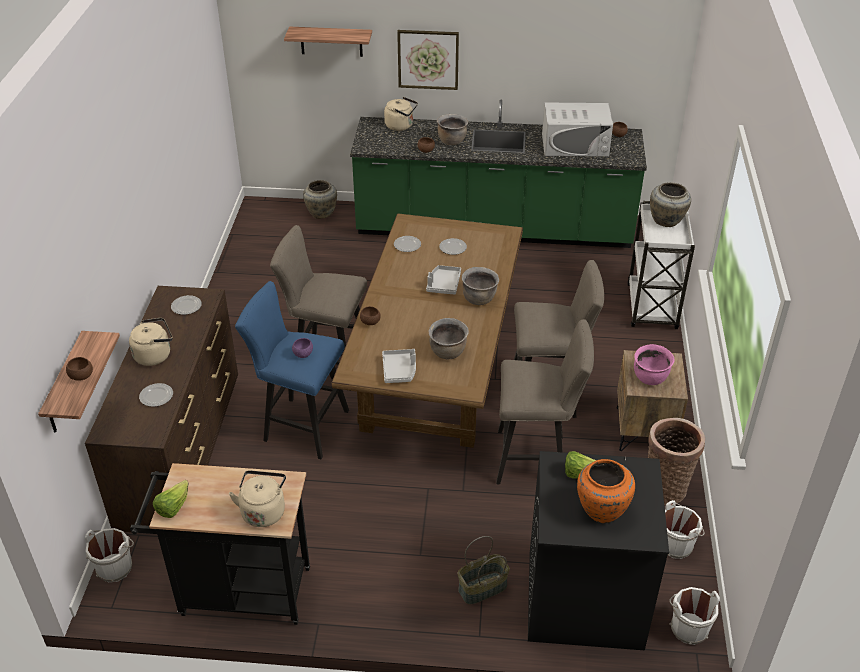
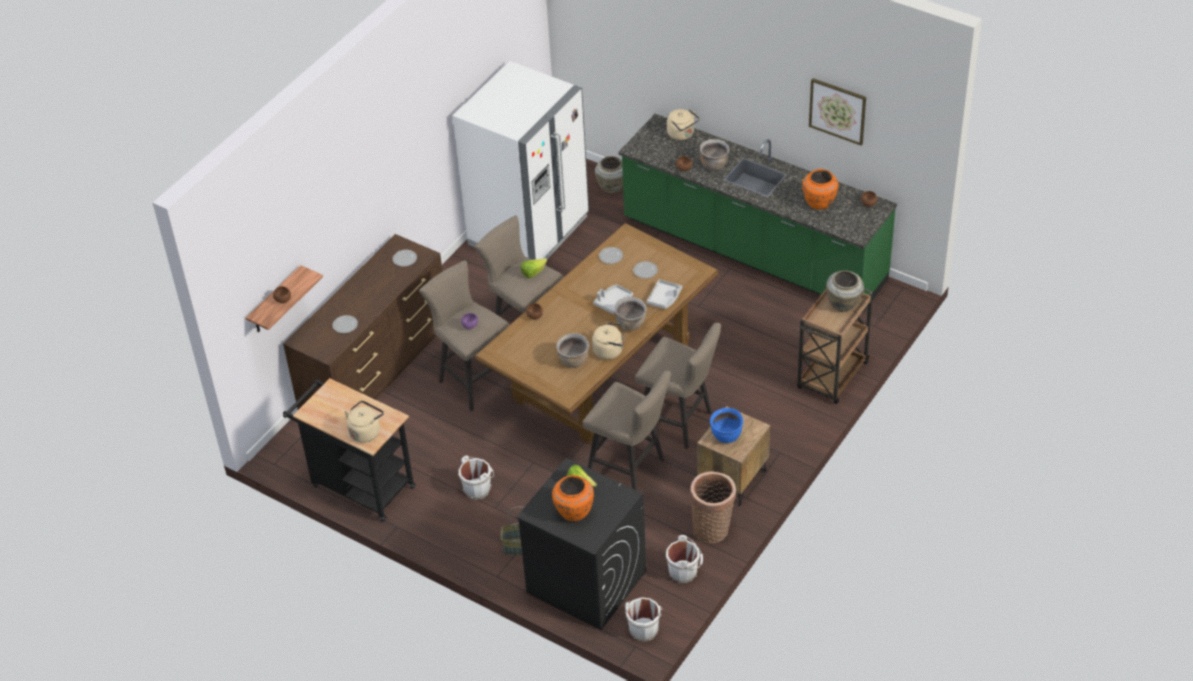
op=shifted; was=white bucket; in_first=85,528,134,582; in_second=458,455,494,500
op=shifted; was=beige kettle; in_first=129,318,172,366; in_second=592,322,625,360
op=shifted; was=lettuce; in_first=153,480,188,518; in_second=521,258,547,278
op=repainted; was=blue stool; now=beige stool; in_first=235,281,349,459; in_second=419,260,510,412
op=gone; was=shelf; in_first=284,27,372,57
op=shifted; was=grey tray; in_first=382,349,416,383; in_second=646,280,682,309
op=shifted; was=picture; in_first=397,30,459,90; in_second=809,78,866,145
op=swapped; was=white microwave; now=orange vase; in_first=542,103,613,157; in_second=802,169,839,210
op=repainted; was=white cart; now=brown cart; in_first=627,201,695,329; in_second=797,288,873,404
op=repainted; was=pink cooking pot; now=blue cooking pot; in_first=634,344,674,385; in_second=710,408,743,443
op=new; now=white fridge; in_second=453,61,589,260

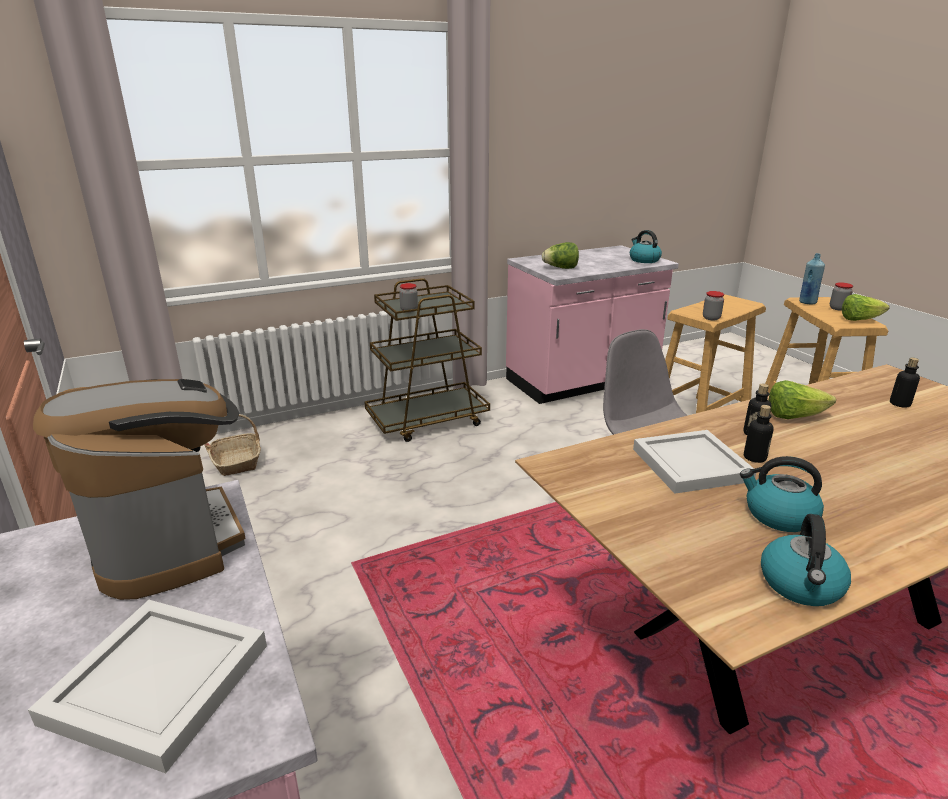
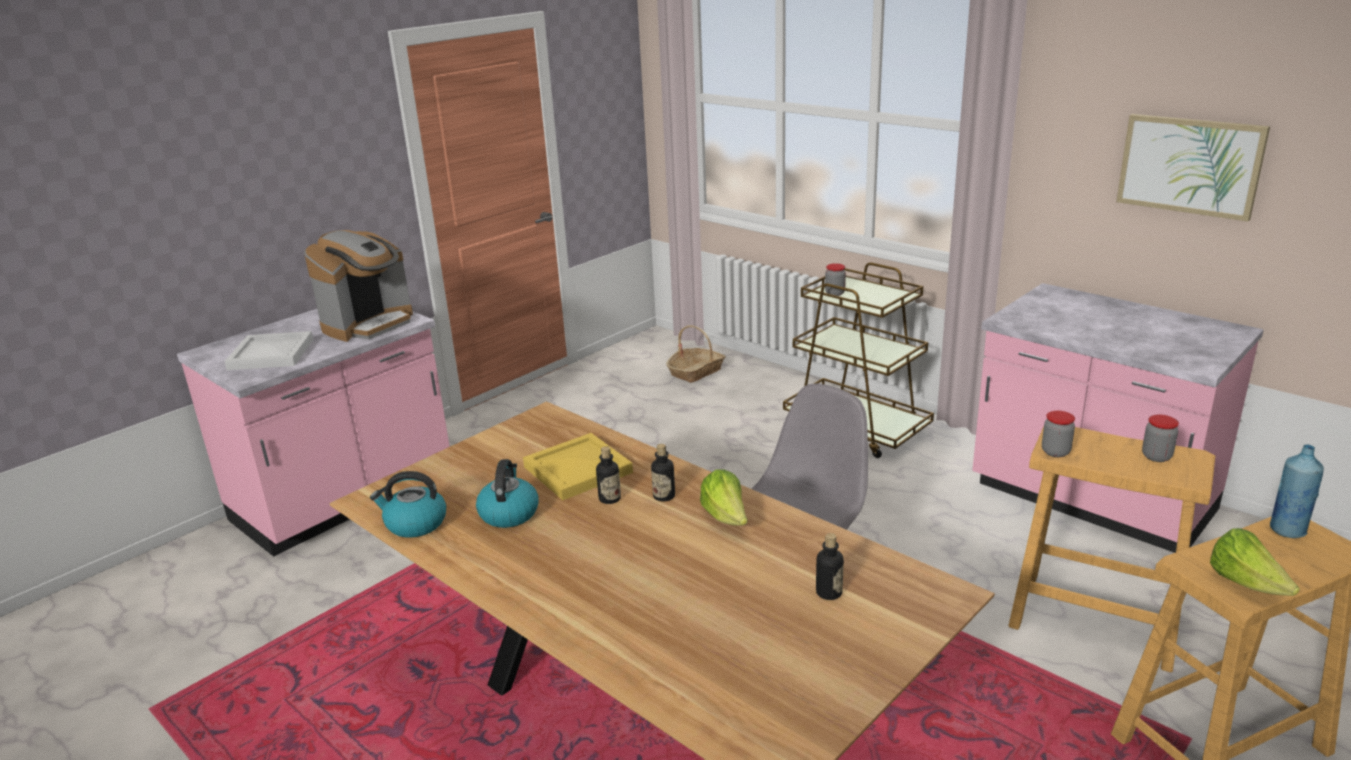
op=gone; was=lettuce; in_first=542,242,579,269
op=gone; was=kettle; in_first=630,230,662,263
op=repainted; was=white tray; now=yellow tray; in_first=633,430,756,494; in_second=523,433,633,500
op=shifted; was=jar; in_first=830,282,853,311; in_second=1142,415,1179,462
op=new; now=picture; in_second=1116,114,1270,221

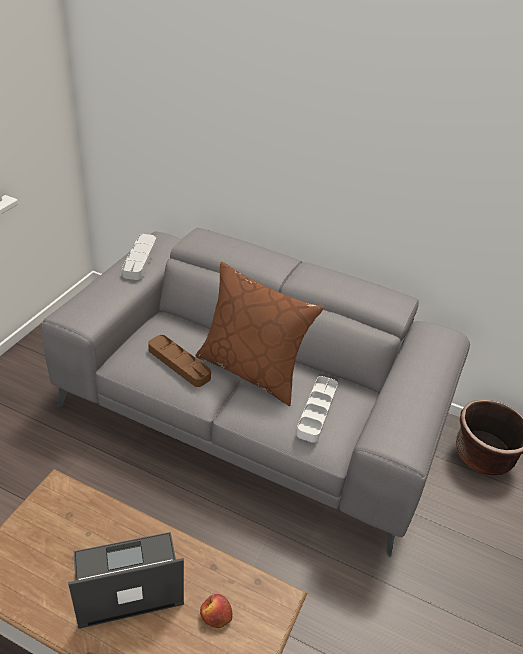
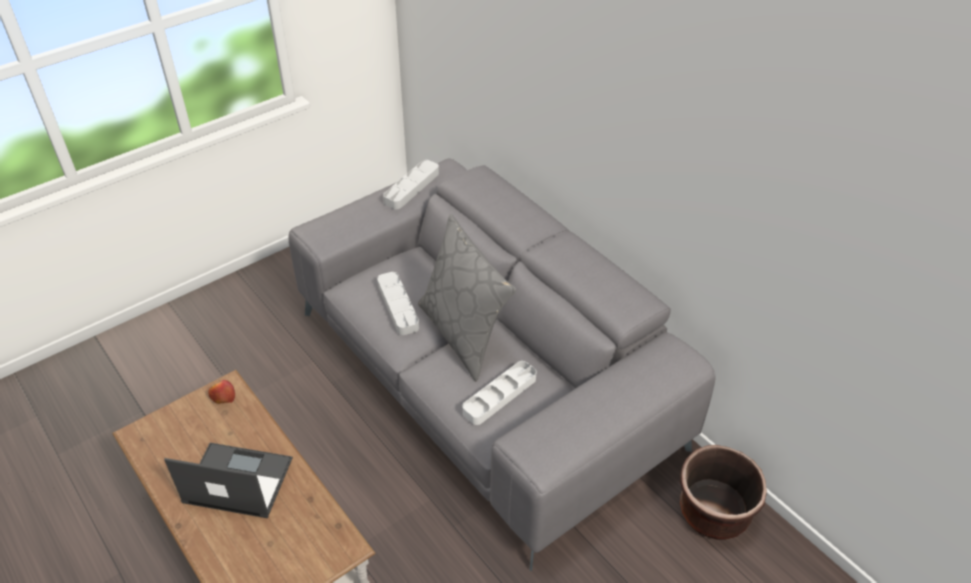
op=repainted; was=brown tray; now=grey tray; in_first=148,335,211,387; in_second=377,272,419,335
op=repainted; was=brown pillow; now=grey pillow; in_first=196,262,323,406; in_second=418,214,516,381
op=shifted; was=apple; in_first=200,594,232,628; in_second=208,380,235,404

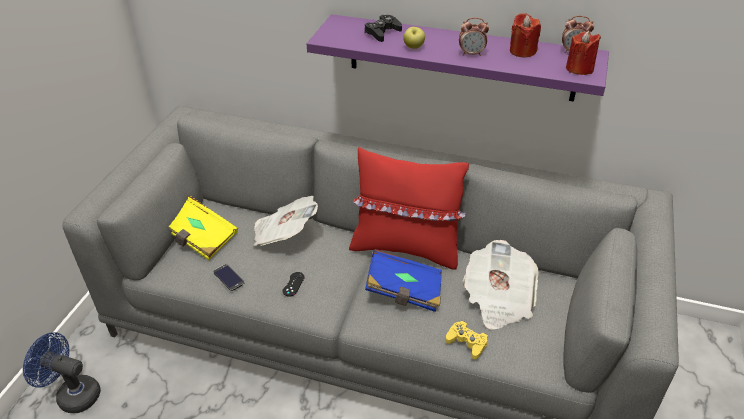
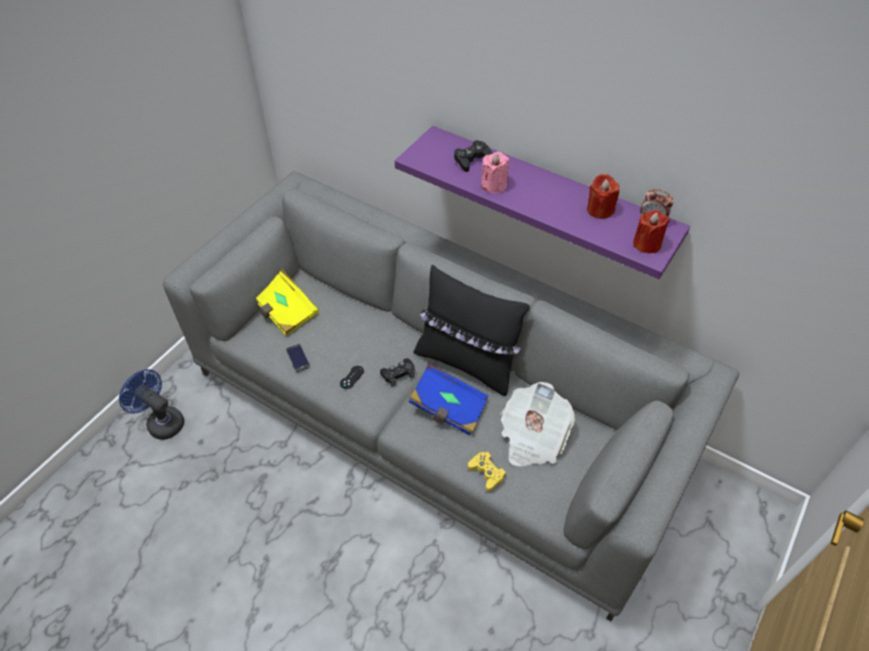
op=gone; was=newspaper; in_first=254,196,318,246
op=repainted; was=red pillow; now=black pillow; in_first=349,147,469,270; in_second=413,265,530,396
op=swapped; was=apple; now=pink candle; in_first=403,27,425,49; in_second=481,152,509,193
op=gone; was=alarm clock; in_first=459,18,489,56
op=new; now=black game controller; in_second=380,358,415,387

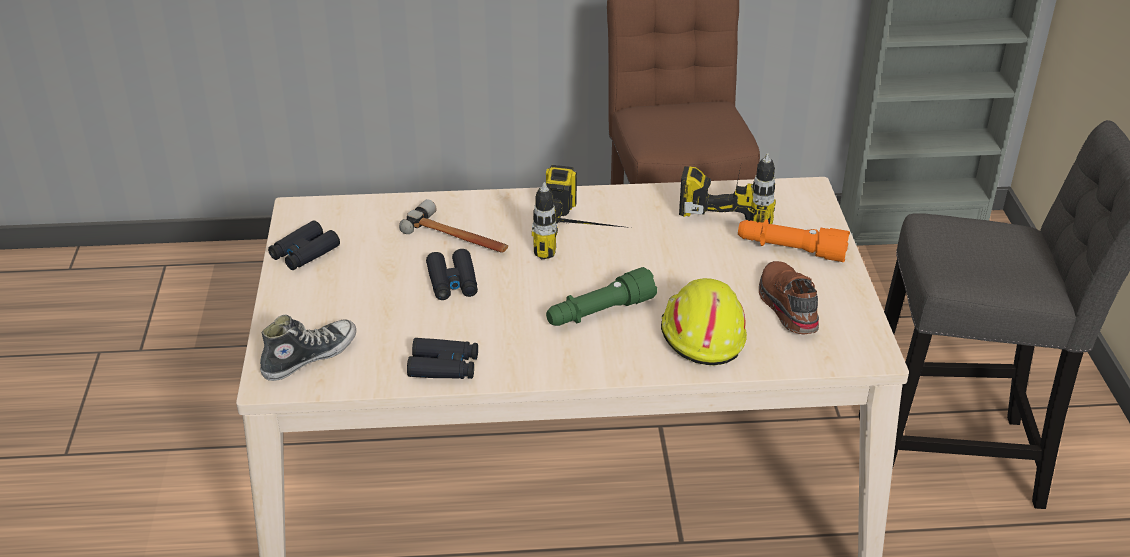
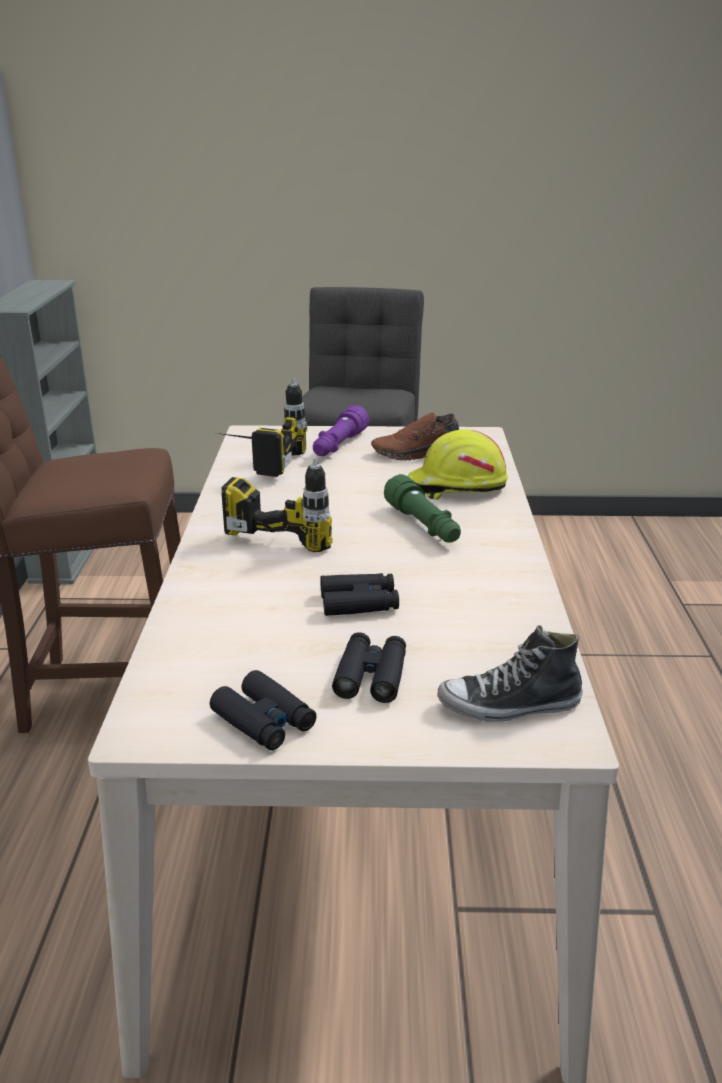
op=rotated; was=shoe; in_first=260,315,356,381; in_second=437,625,583,722; clockwise=-60
op=gone; was=hammer; in_first=399,199,508,253
op=shifted; was=black binoculars; in_first=407,338,478,379; in_second=332,632,406,703
op=repainted; was=orange flashlight; now=purple flashlight; in_first=738,219,850,262; in_second=313,405,369,456

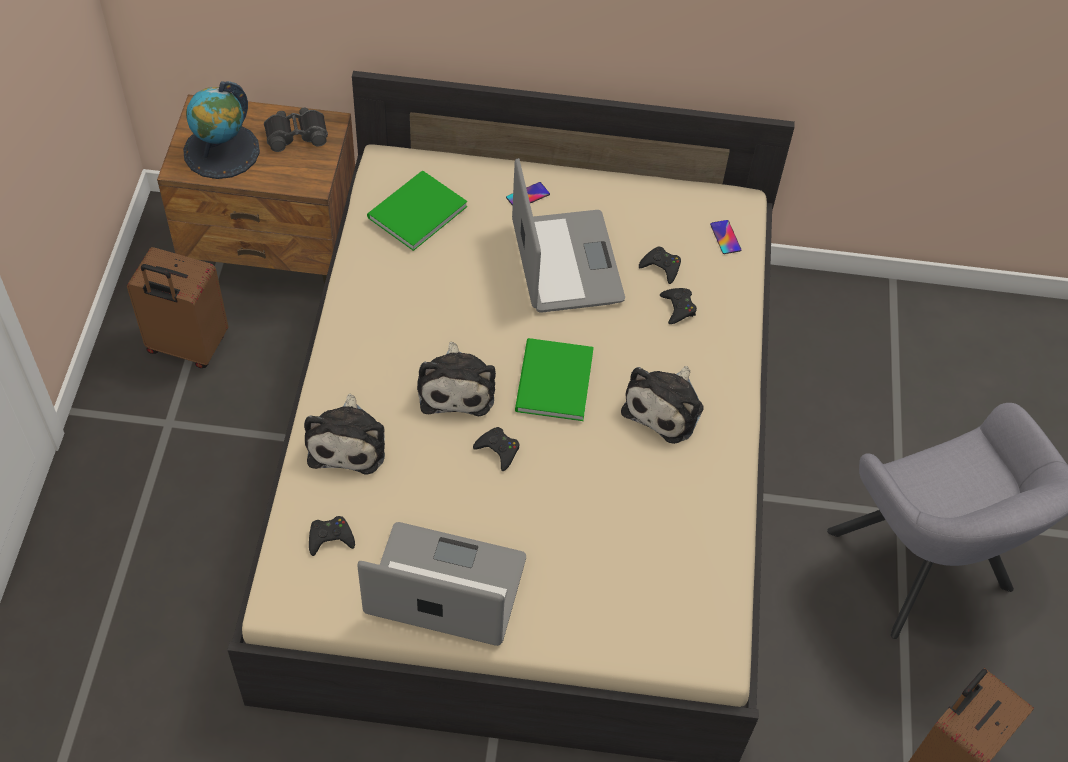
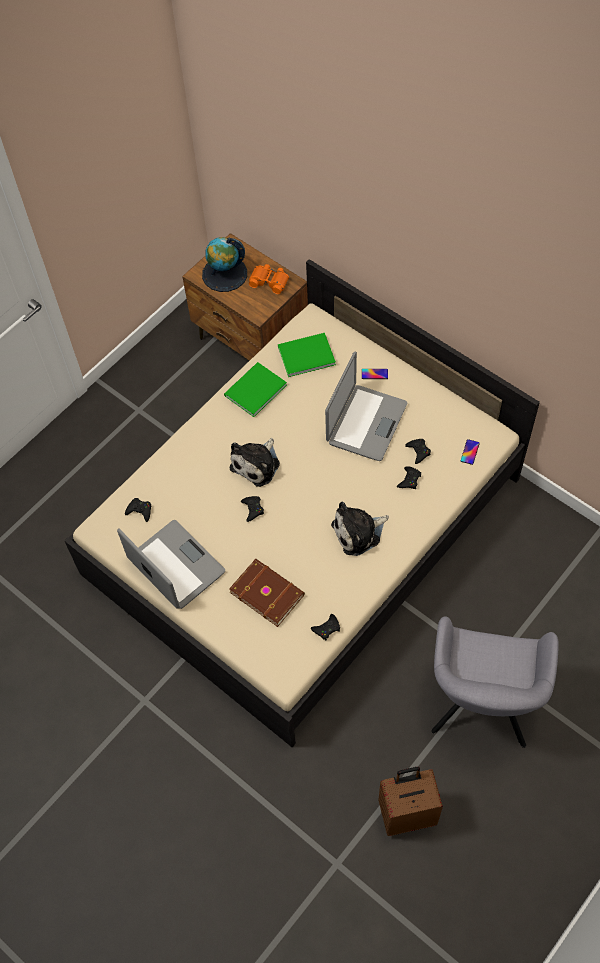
op=gone; was=brown suitcase; in_first=127,247,229,368
op=repainted; was=black binoculars; now=orange binoculars; in_first=264,108,328,152; in_second=249,264,289,294
op=gone; was=plush toy; in_first=304,394,385,475
op=shifted; was=green book; in_first=515,338,594,421; in_second=224,362,287,417
op=new; now=brown book; in_second=229,559,305,627
op=new; now=black game controller; in_second=311,614,340,641

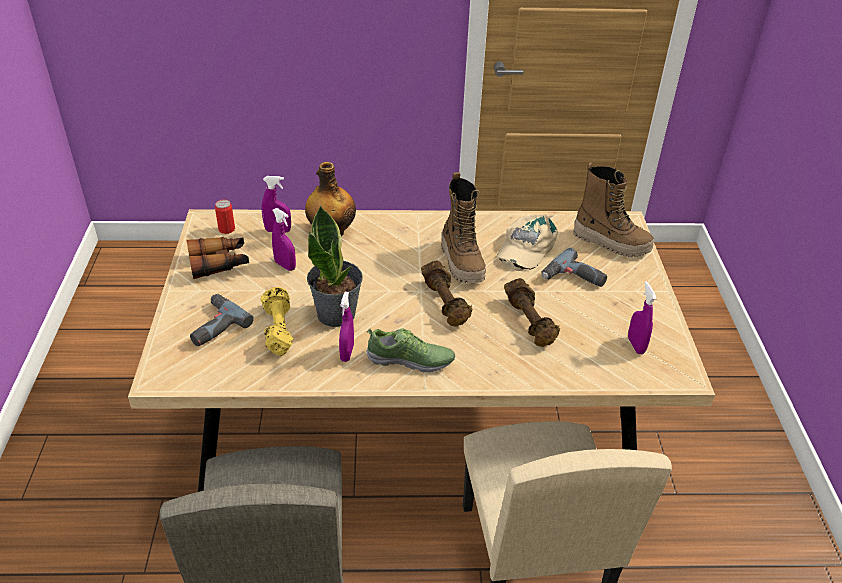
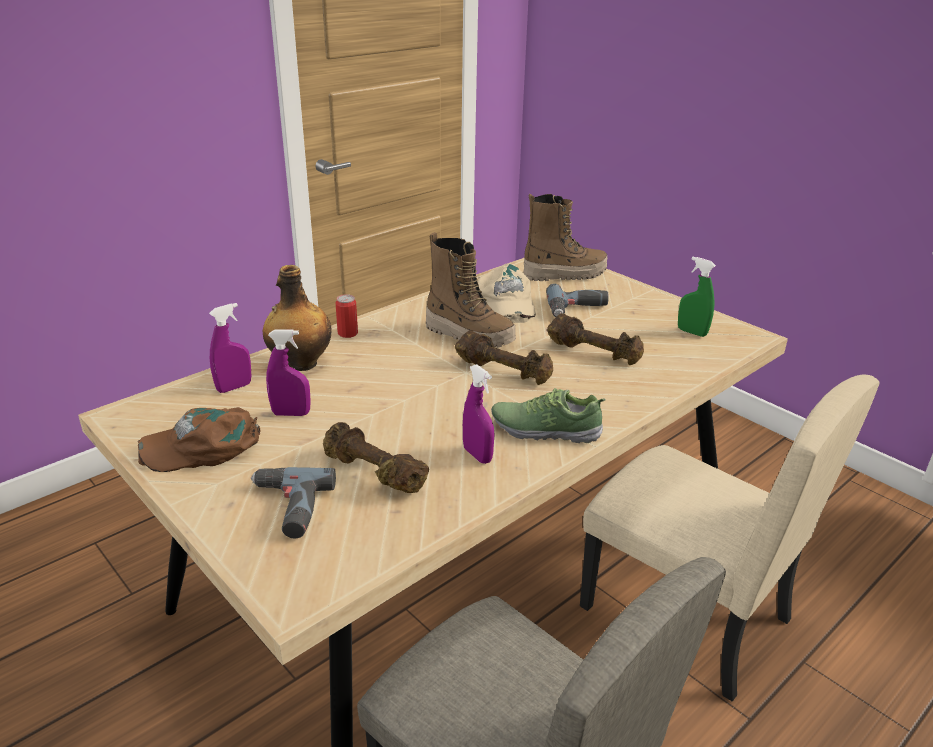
op=swapped; was=binoculars; now=brown cap; in_first=186,237,249,279; in_second=138,407,261,472
op=shifted; was=can; in_first=215,199,235,234; in_second=335,294,358,338
op=repainted; was=yellow dumbbell; now=brown dumbbell; in_first=261,287,293,356; in_second=323,422,429,493
op=gone; was=potted plant; in_first=307,205,363,327
op=rotated; was=shoe; in_first=367,329,455,372; in_second=491,388,606,443; clockwise=-135
op=repainted; was=purple spray bottle; now=green spray bottle; in_first=628,281,657,354; in_second=678,257,716,337

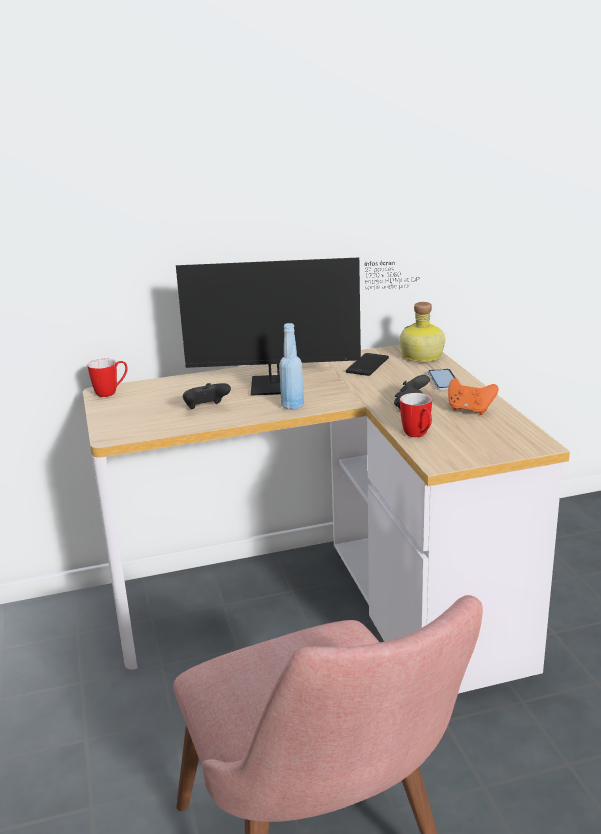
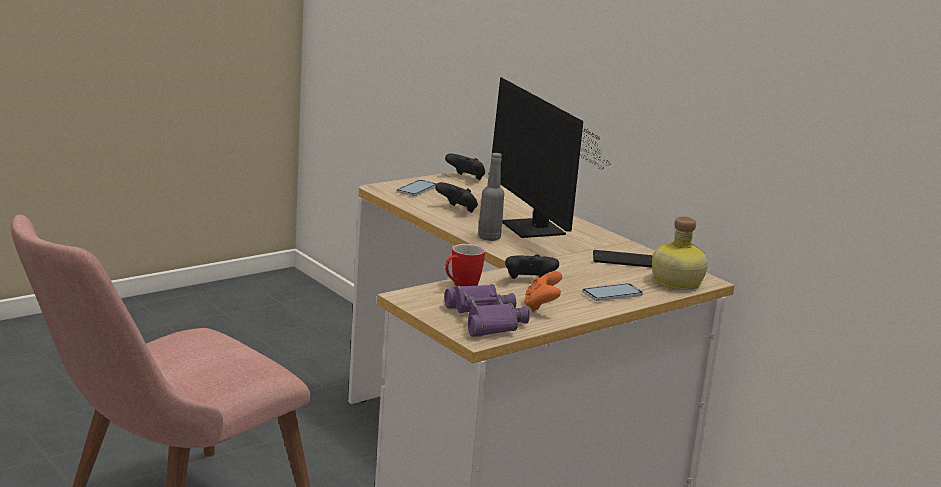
op=swapped; was=mug; now=black game controller; in_first=88,359,128,397; in_second=445,153,485,180
op=repainted; was=blue bottle; now=grey bottle; in_first=280,323,304,410; in_second=478,153,504,241
op=new; now=phone; in_second=396,180,437,196
op=new; now=purple binoculars; in_second=444,284,530,337

